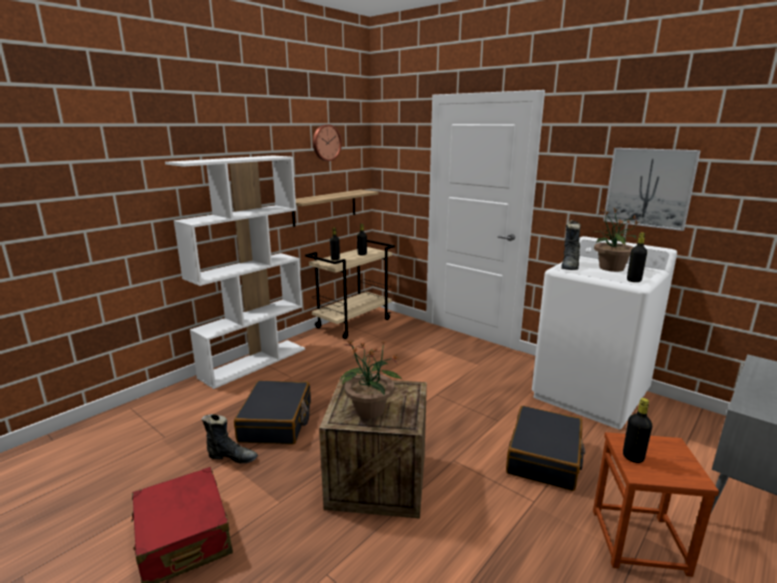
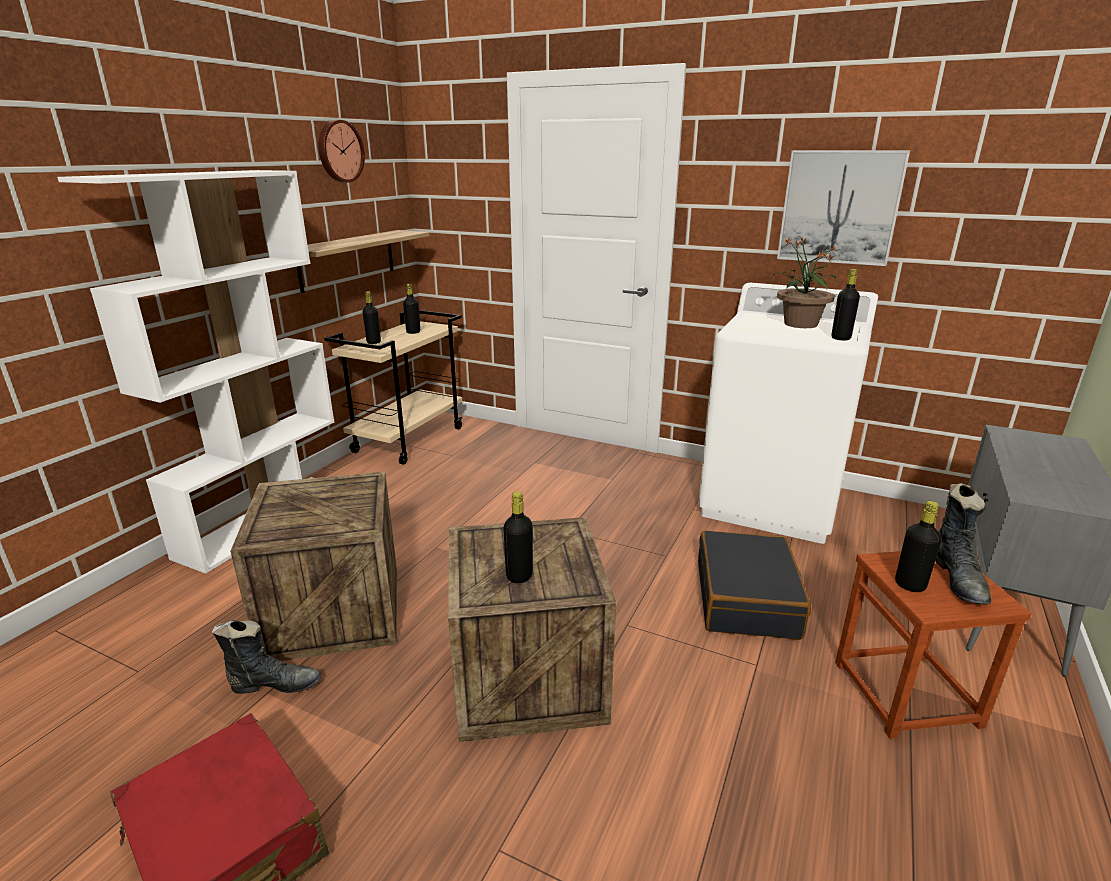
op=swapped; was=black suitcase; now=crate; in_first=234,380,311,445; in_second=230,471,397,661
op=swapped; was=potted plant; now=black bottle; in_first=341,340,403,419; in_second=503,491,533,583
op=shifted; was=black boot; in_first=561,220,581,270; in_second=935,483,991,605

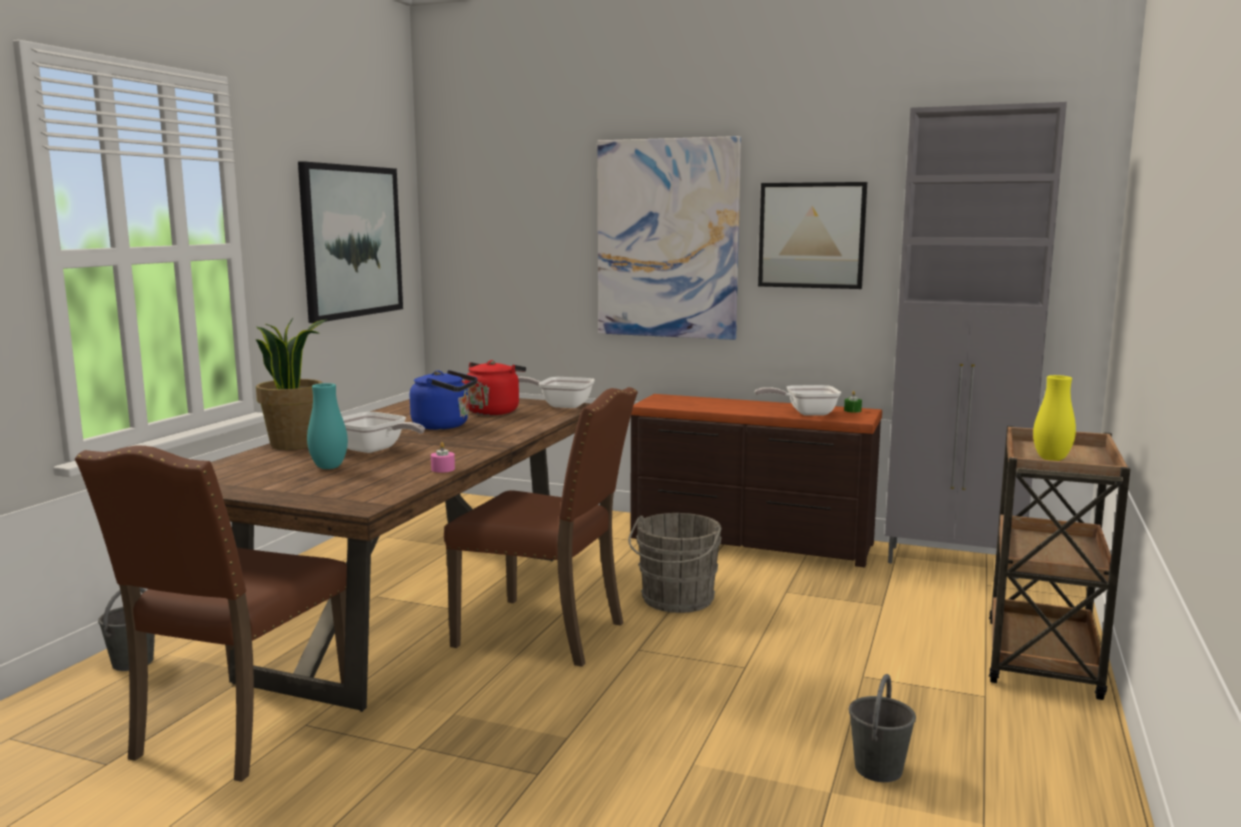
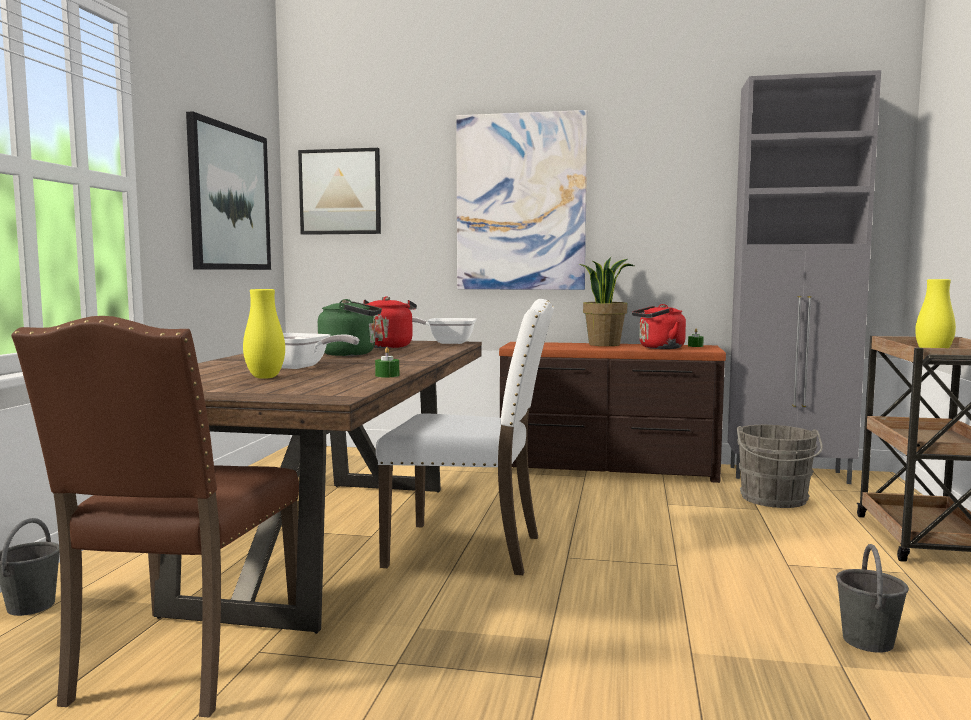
op=shifted; was=potted plant; in_first=256,318,327,450; in_second=580,257,634,346
op=repainted; was=turquoise vase; now=yellow vase; in_first=307,383,348,469; in_second=243,289,285,379
op=repainted; was=blue kettle; now=green kettle; in_first=410,370,477,430; in_second=318,299,382,356
op=repainted; was=pink candle; now=green candle; in_first=431,442,455,473; in_second=375,347,399,378
op=repainted; was=brown chair; now=white chair; in_first=444,387,638,667; in_second=375,299,554,575
op=shifted; was=grey bucket; in_first=628,513,722,613; in_second=737,425,823,508
op=swapped; was=frying pan; now=red kettle; in_first=754,385,841,416; in_second=632,304,686,349
op=shifted; was=picture; in_first=758,182,867,289; in_second=298,148,381,235

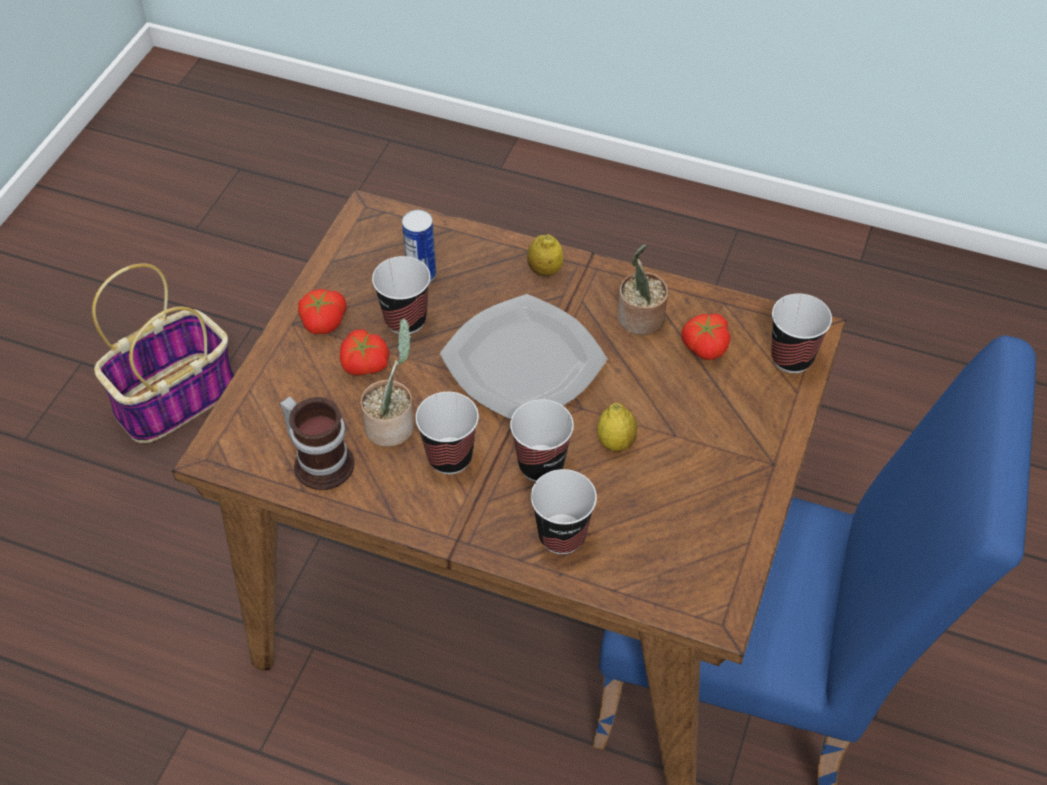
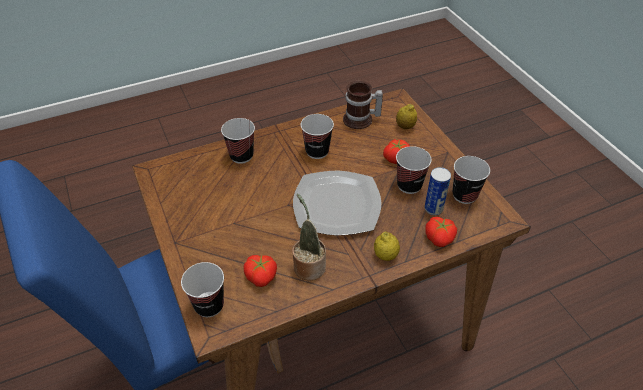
op=gone; was=basket; in_first=92,264,234,443
op=shifted; was=tomato; in_first=298,289,347,334; in_second=425,217,457,247
op=gone; was=potted plant; in_first=360,318,414,447
op=shifted; was=cup; in_first=510,399,574,482; in_second=453,156,490,204
op=shifted; was=lemon; in_first=597,403,637,451; in_second=396,104,417,129

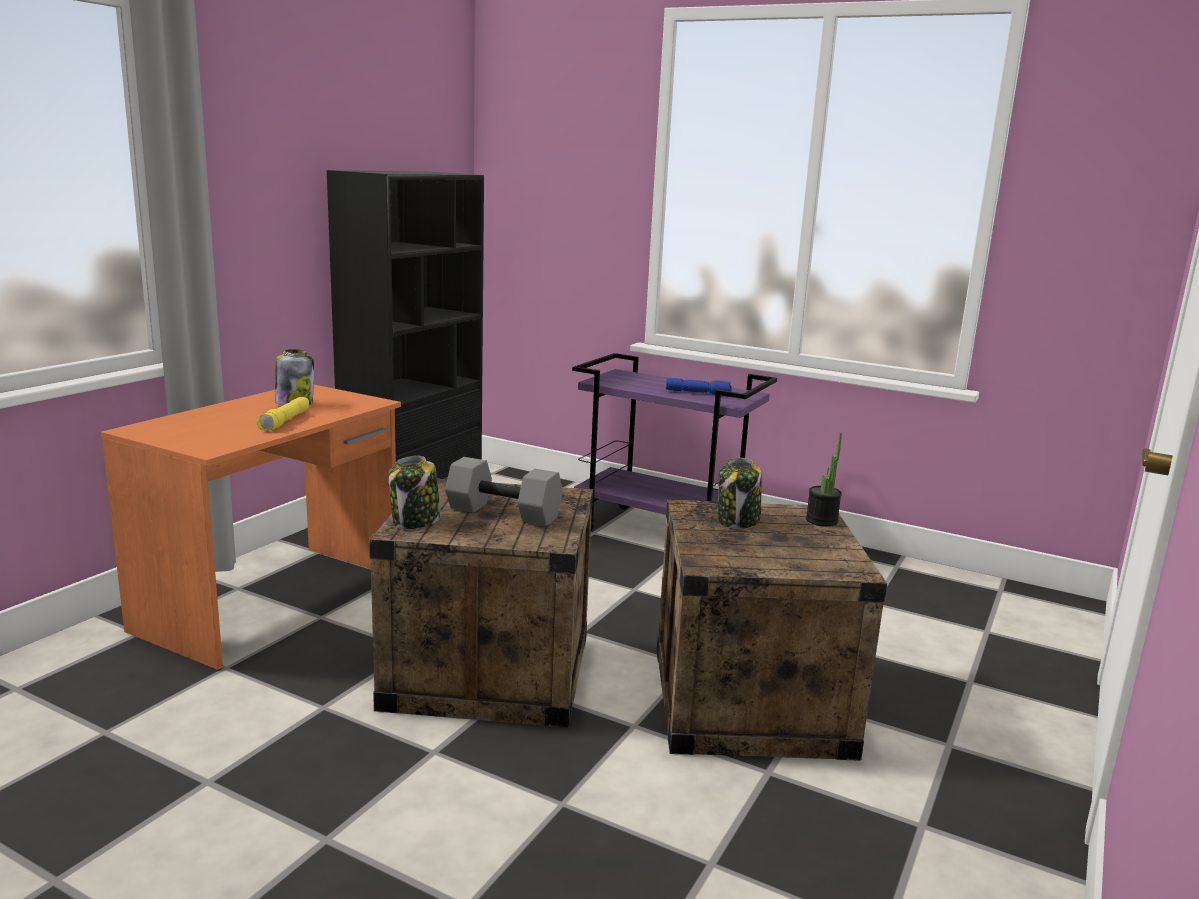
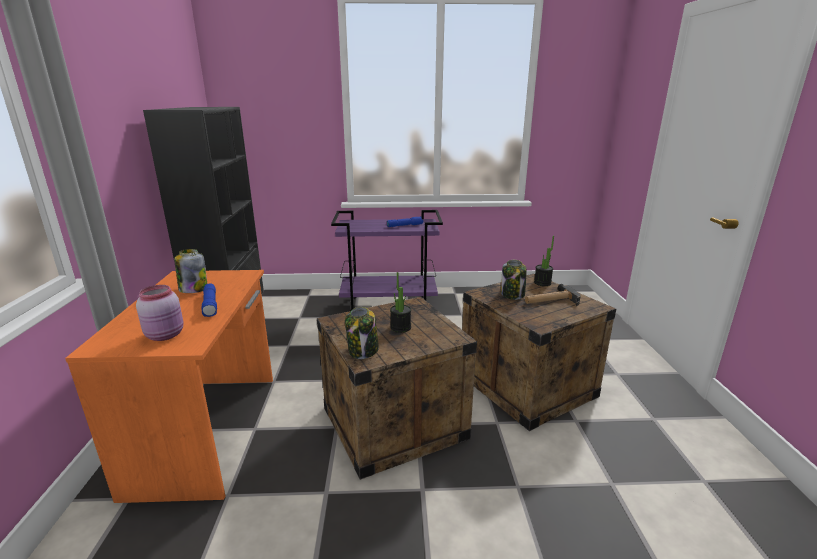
op=repainted; was=yellow flashlight; now=blue flashlight; in_first=257,397,309,431; in_second=201,284,217,317
op=swapped; was=grey dumbbell; now=potted plant; in_first=445,457,563,526; in_second=390,272,411,333
op=new; now=pink jar; in_second=136,285,183,341
op=new; now=hammer; in_second=525,284,581,306

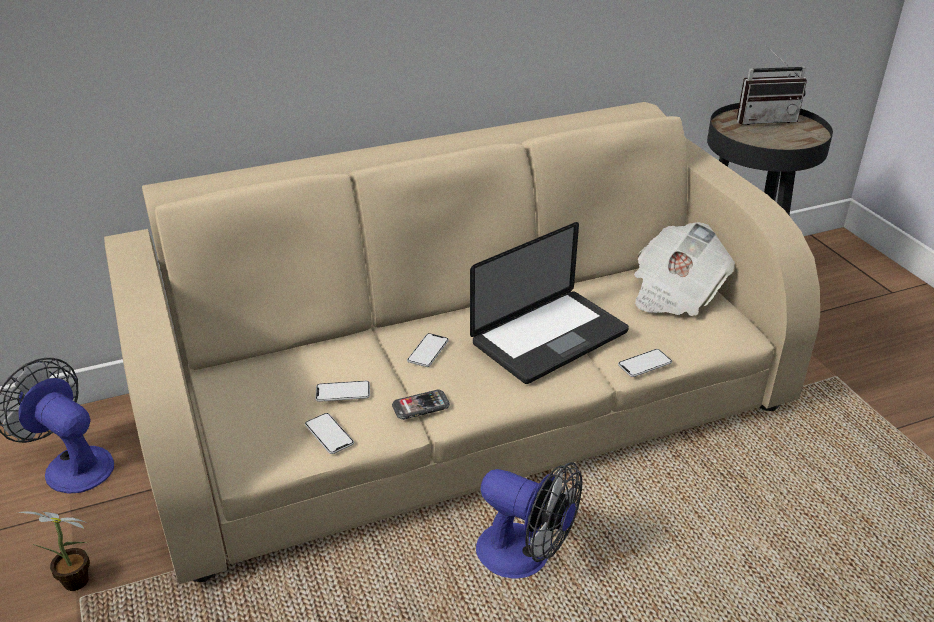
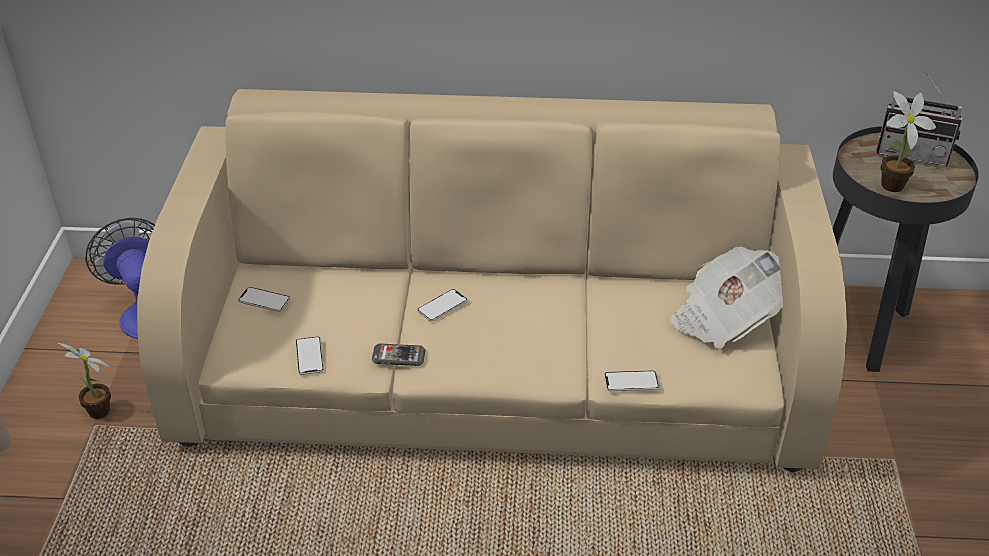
op=shifted; was=phone; in_first=315,381,370,402; in_second=238,287,291,312
op=gone; was=laptop; in_first=470,222,629,384
op=gone; was=fan; in_first=476,462,583,579
op=new; now=potted plant; in_second=880,91,936,192

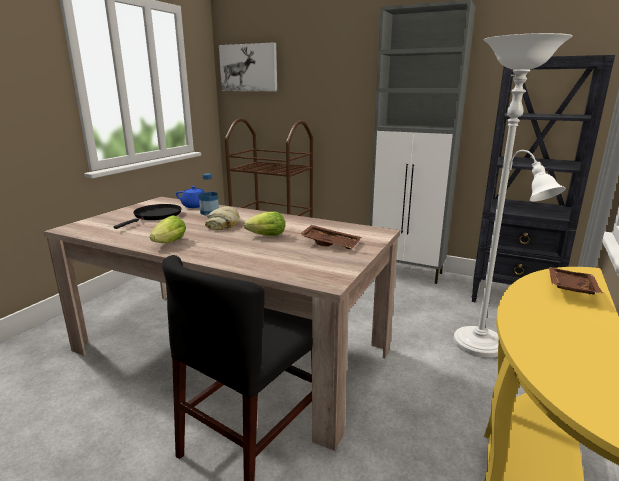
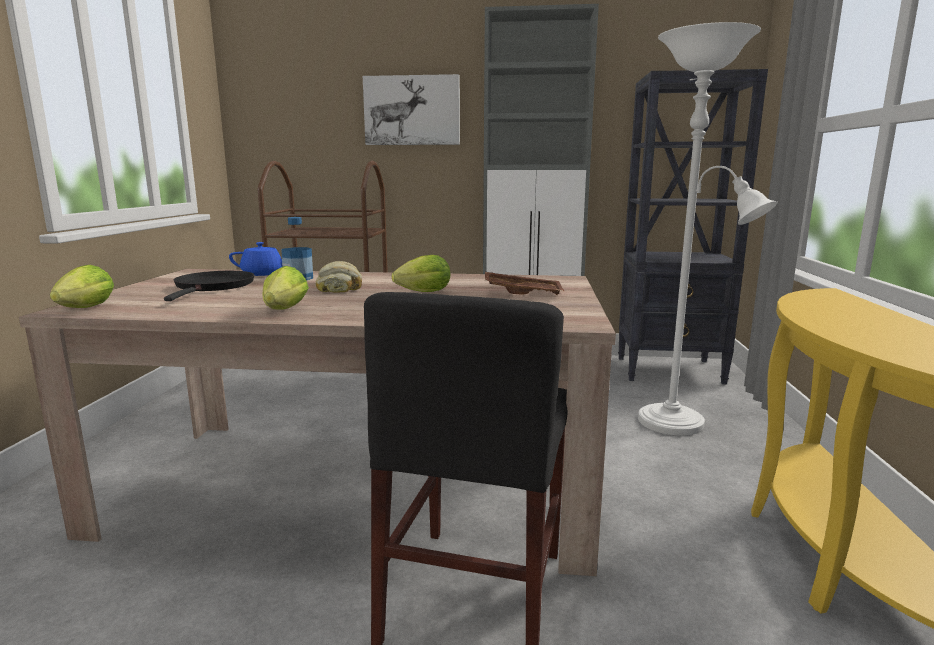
op=shifted; was=picture; in_first=219,42,277,91; in_second=363,74,460,145
op=gone; was=brown tray; in_first=549,267,603,295
op=new; now=lettuce; in_second=50,265,114,308

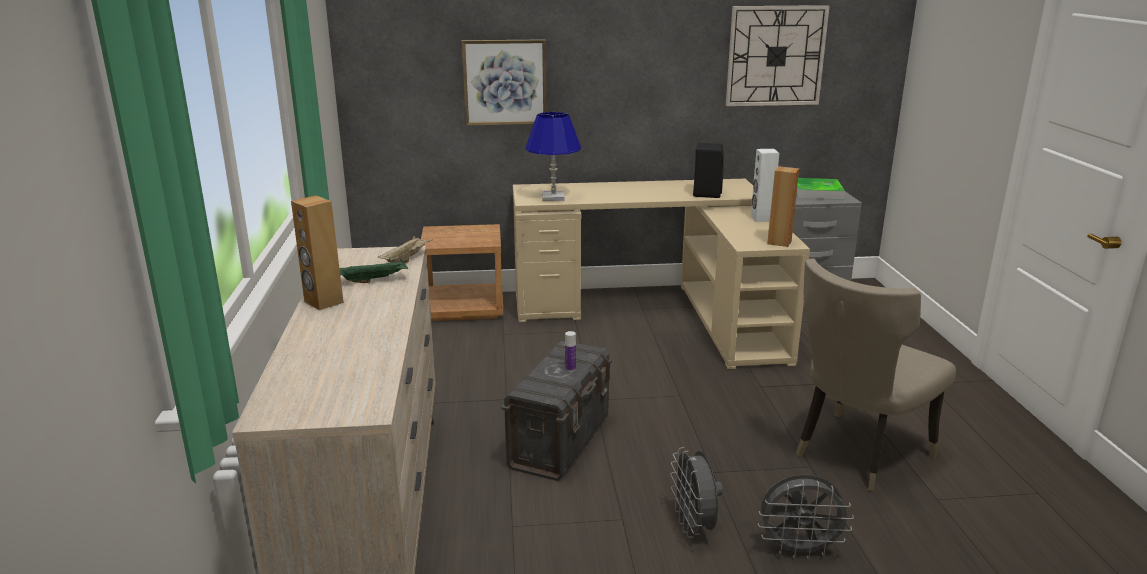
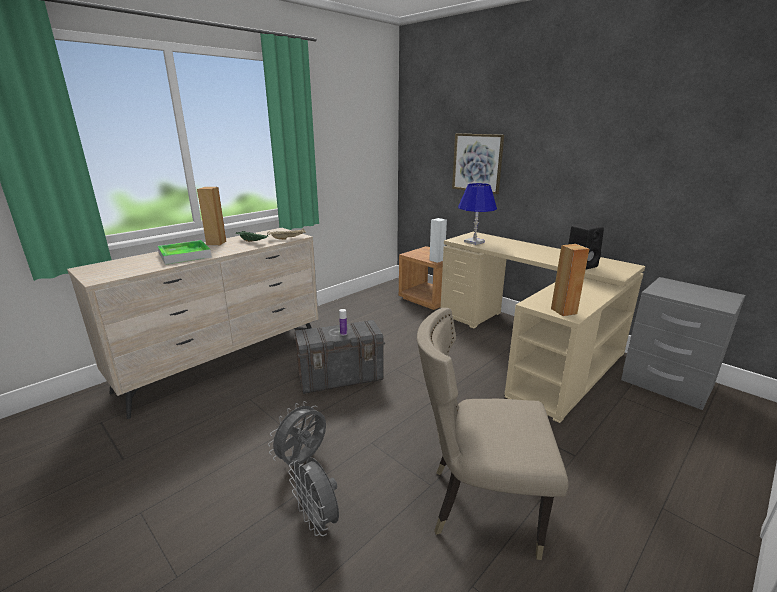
op=gone; was=wall clock; in_first=726,5,830,106
op=shifted; was=white speaker; in_first=751,149,779,222; in_second=429,218,447,263
op=shifted; was=tray; in_first=797,178,845,200; in_second=158,240,212,265

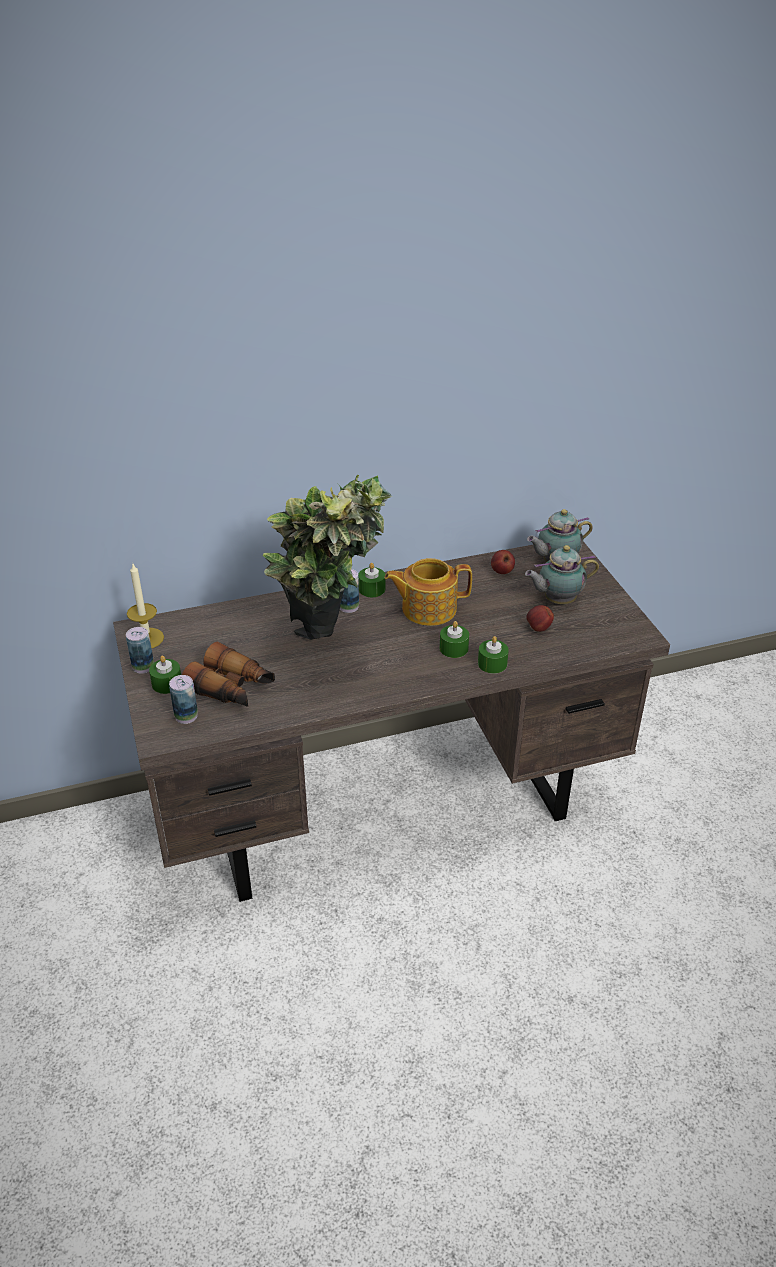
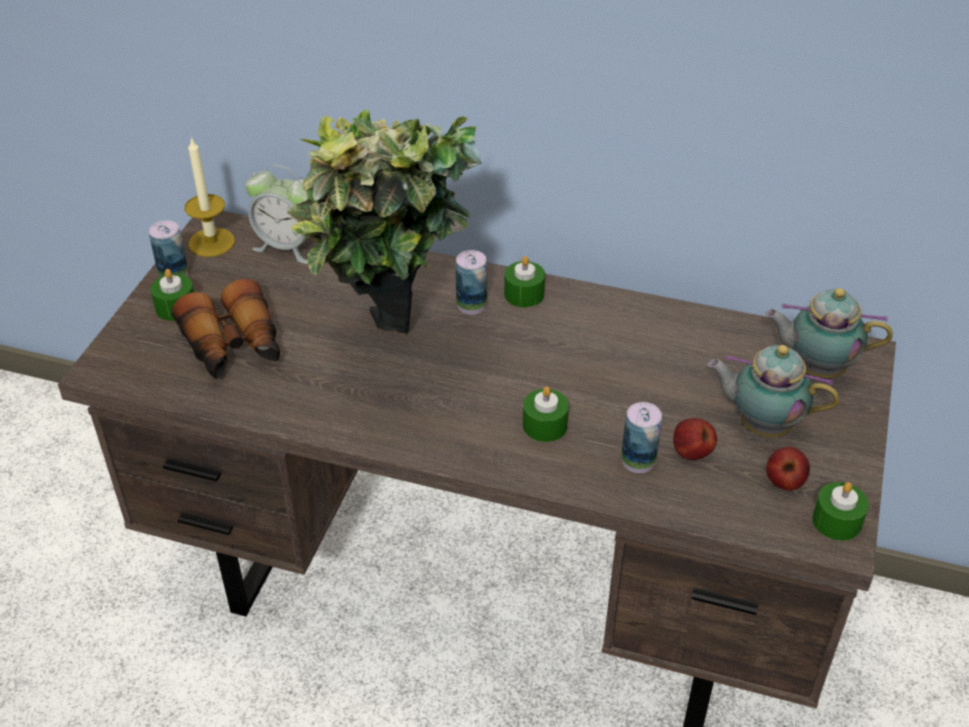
op=shifted; was=can; in_first=169,675,198,724; in_second=621,402,662,473
op=gone; was=teapot; in_first=385,558,472,626
op=shifted; was=green candle; in_first=478,636,509,674; in_second=812,482,869,541
op=shifted; was=apple; in_first=491,550,515,574; in_second=766,447,810,491
op=new; now=alarm clock; in_second=246,165,308,264

